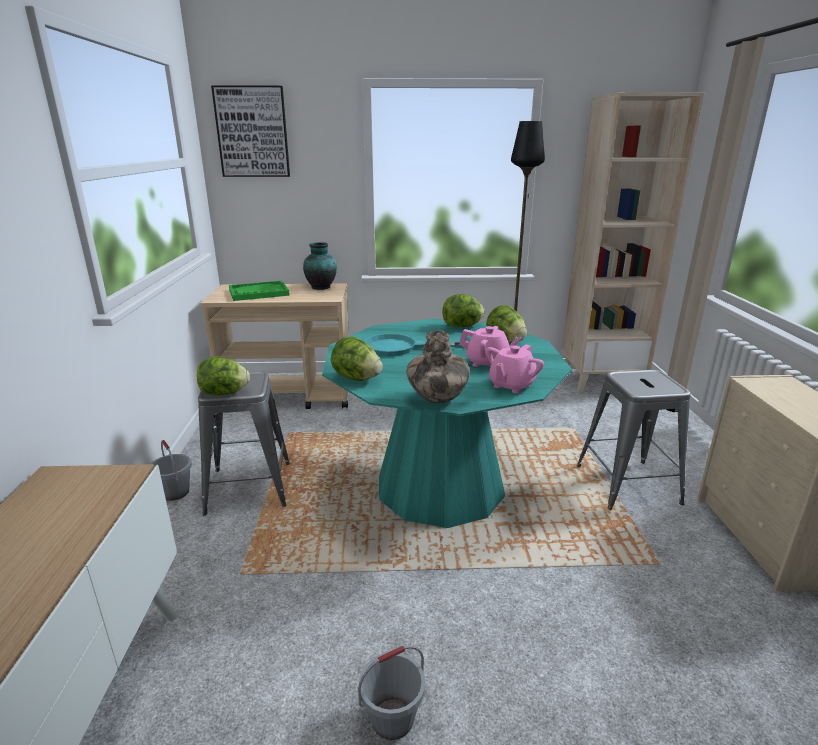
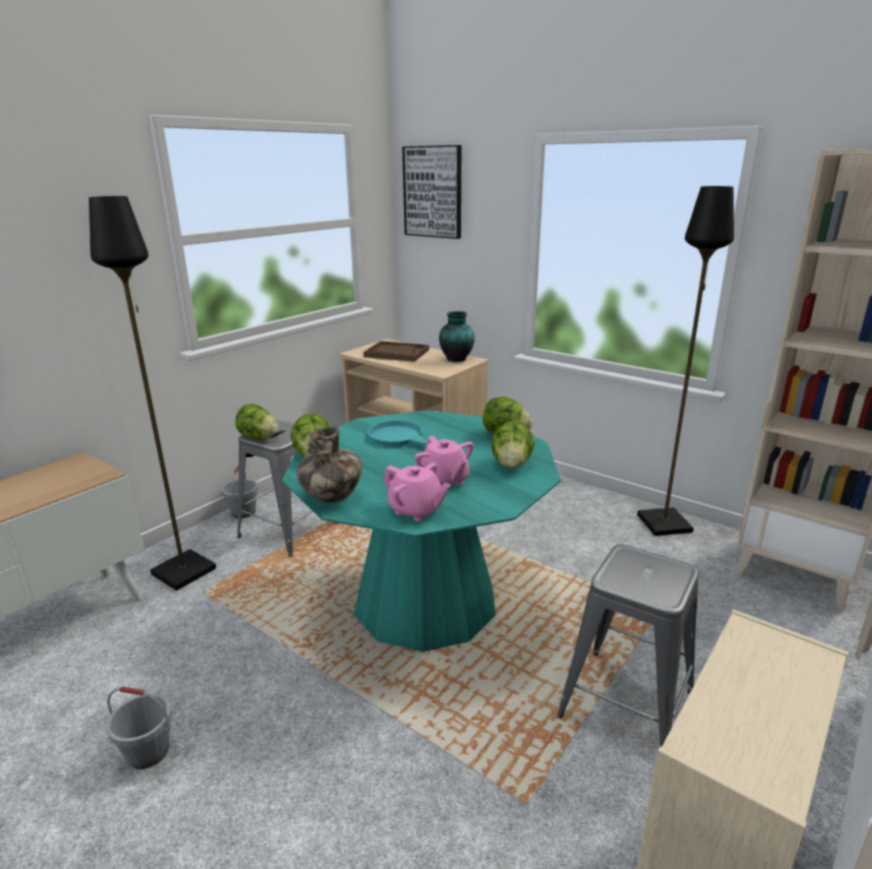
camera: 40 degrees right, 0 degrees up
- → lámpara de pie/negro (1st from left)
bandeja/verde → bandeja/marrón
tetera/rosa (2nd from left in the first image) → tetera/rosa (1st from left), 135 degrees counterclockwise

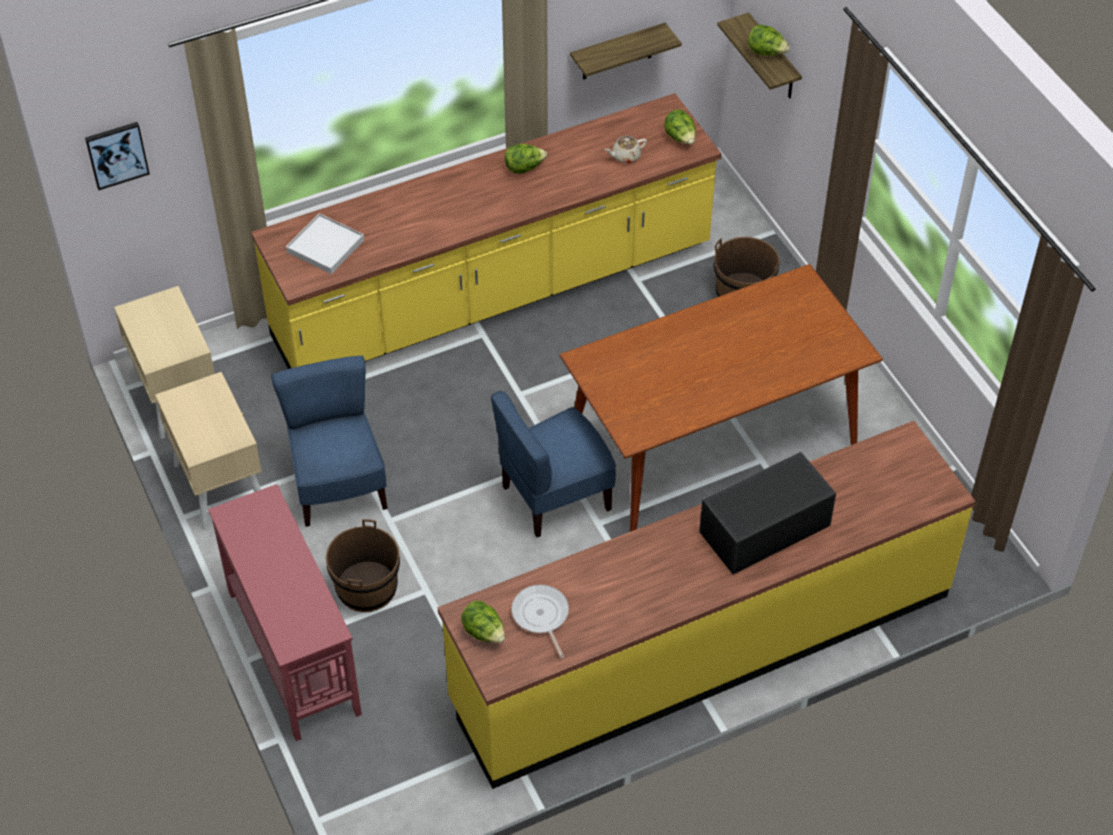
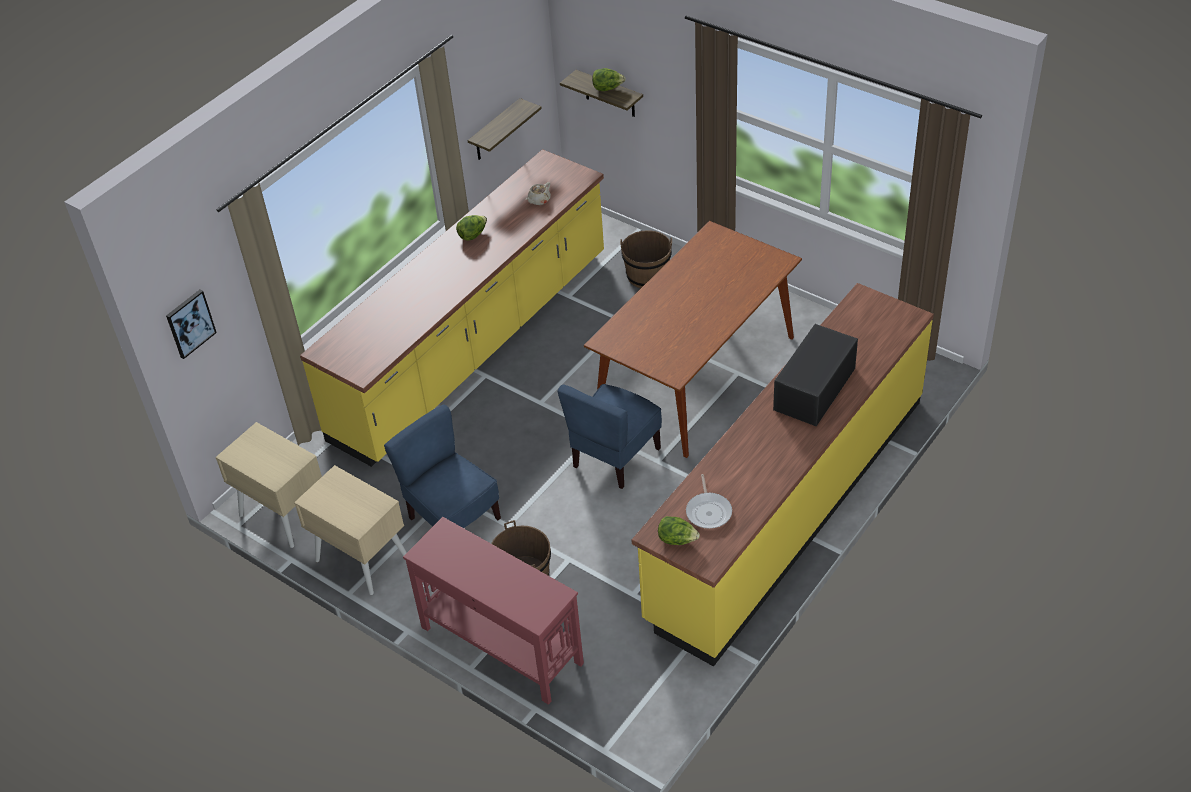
camera: 25 degrees left, 5 degrees down
bandeja/blanco → -
lechuga (3rd from left) → -
sartén, 135 degrees counterclockwise

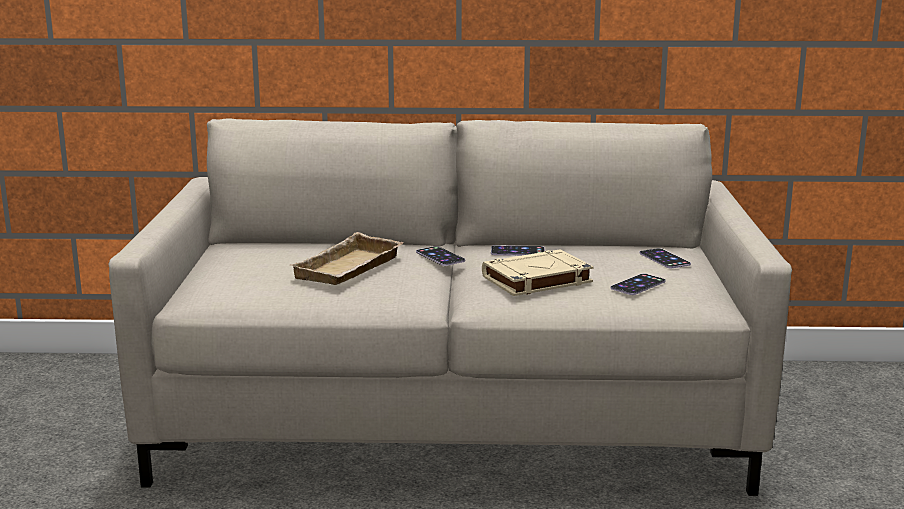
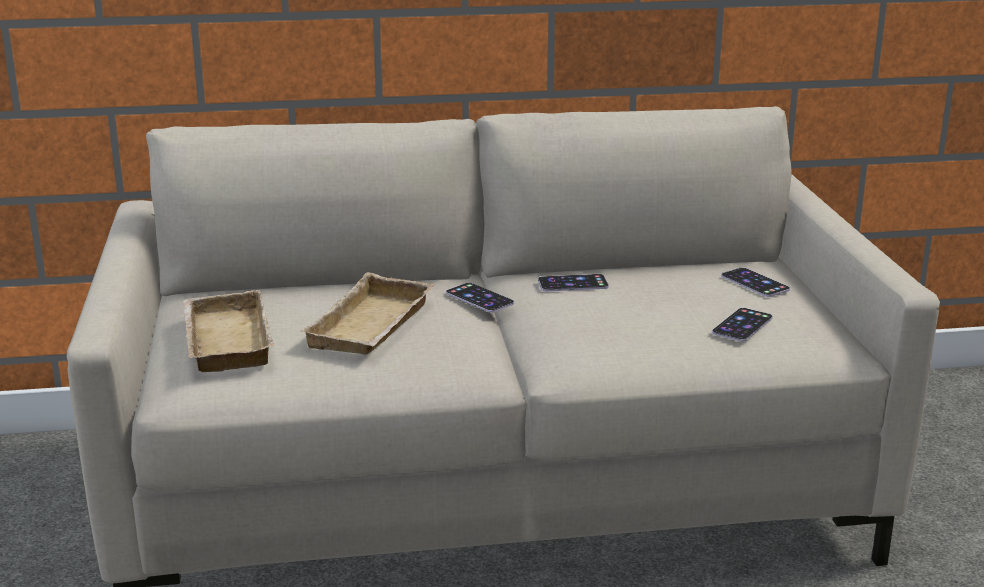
camera: 10 degrees left, 5 degrees up
libro/beis → -
- → bandeja/beis (1st from left)

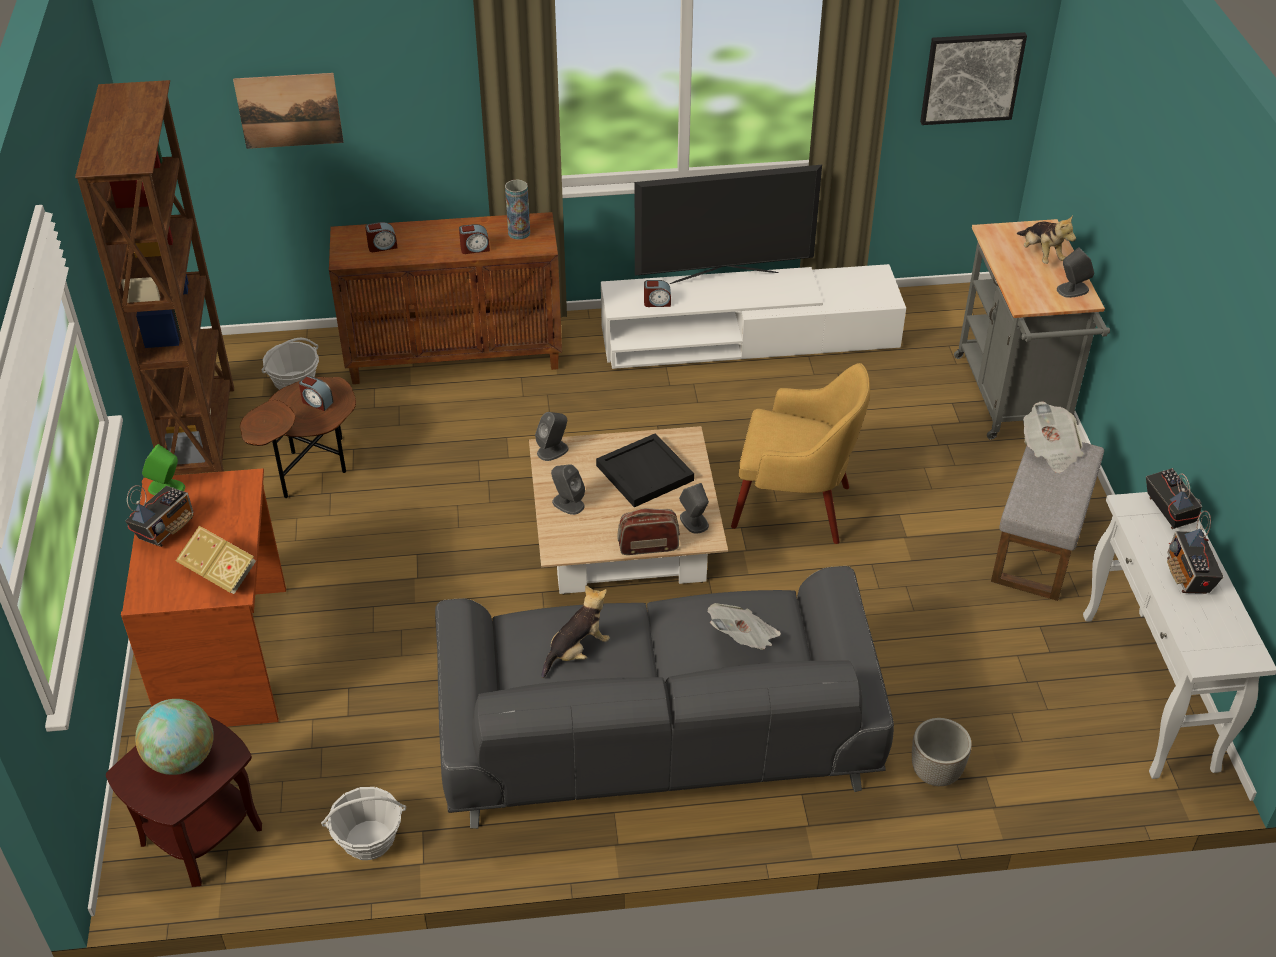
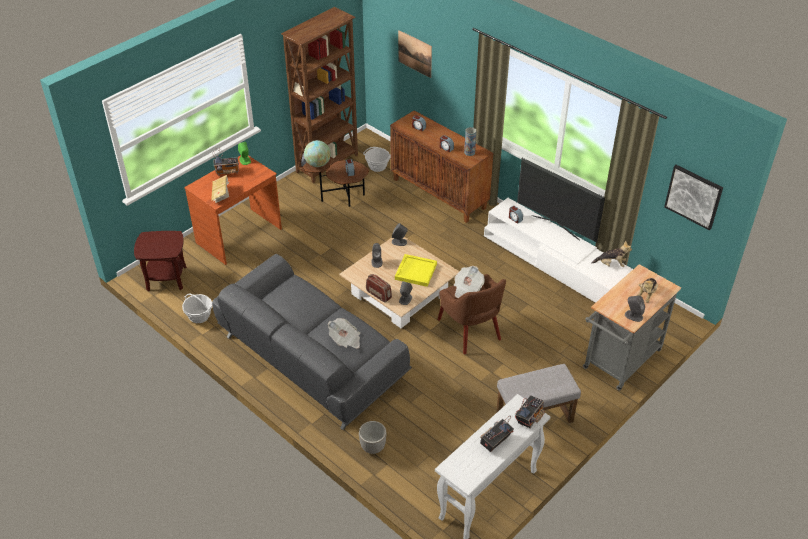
camera: 50 degrees right, 0 degrees up
globo terráqueo, moved
peluche (1st from left), moved
periódico (2nd from left), moved
bandeja/negro → bandeja/amarillo
sillón/amarillo → sillón/marrón

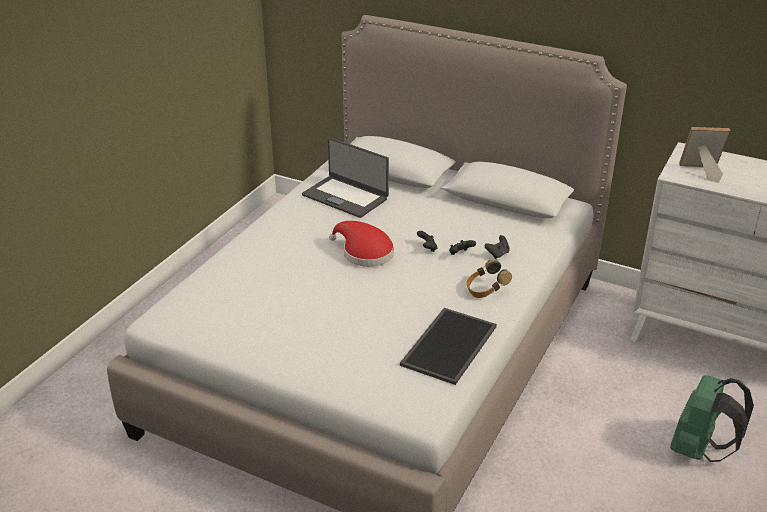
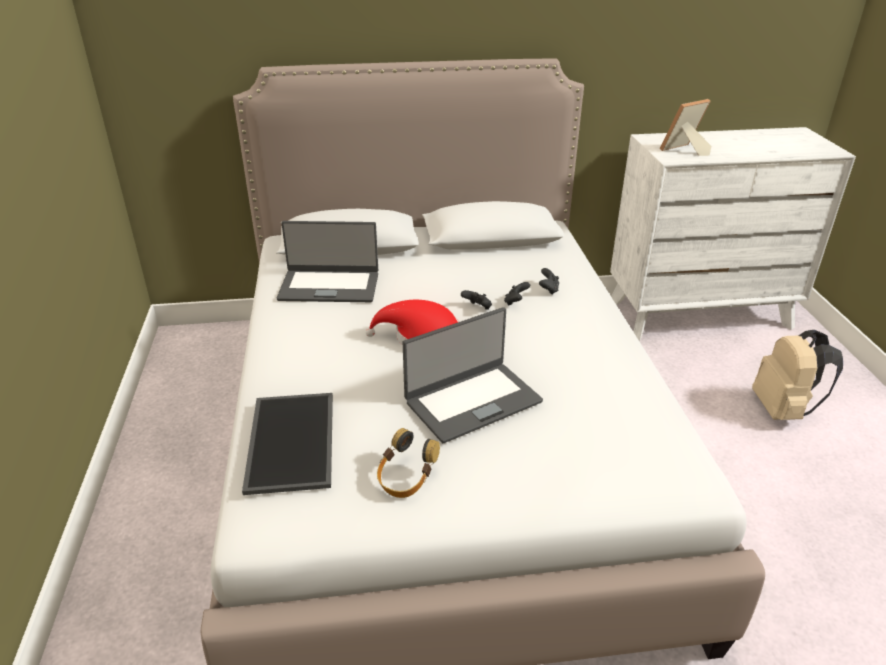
camera: 35 degrees left, 0 degrees up
- → portátil (2nd from left)
bandeja, moved
auriculares, moved
mochila/verde → mochila/beis

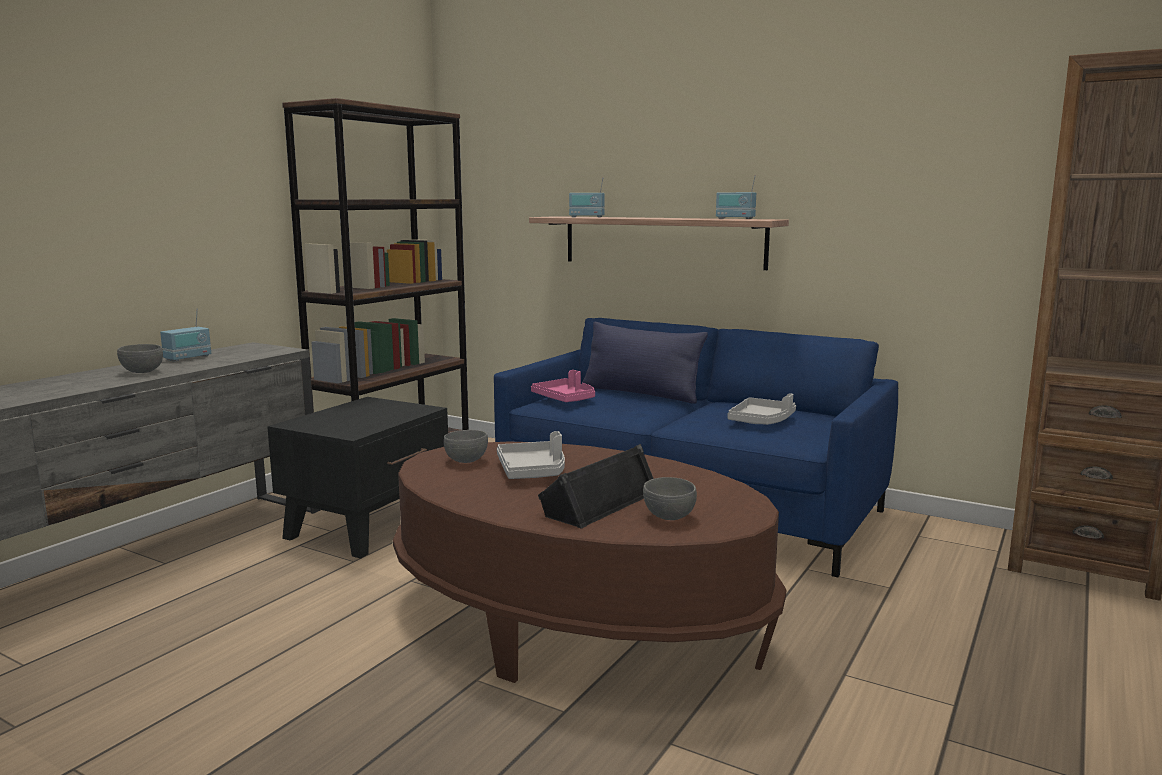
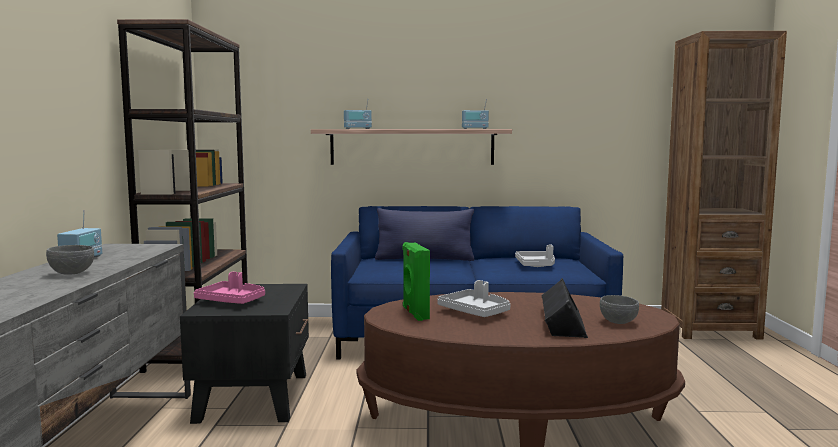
camera: 30 degrees left, 5 degrees down
bandeja/rosa, moved
cuenco/gris (2nd from left) → altavoz/verde

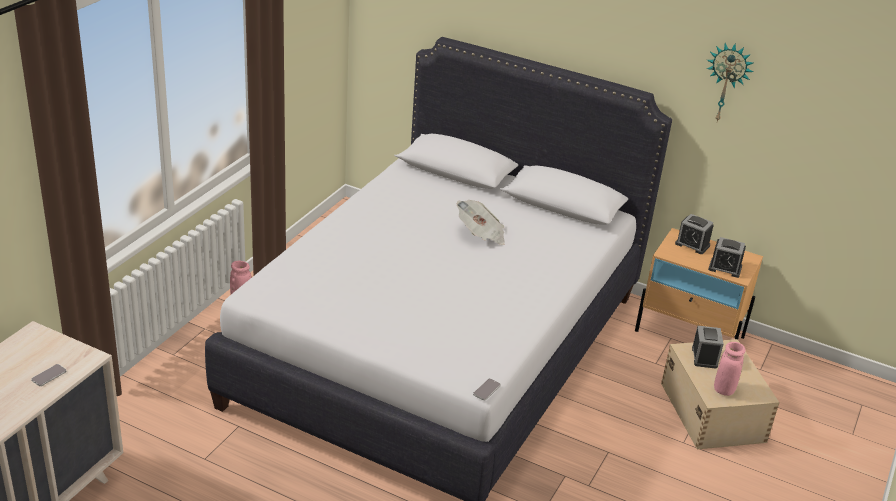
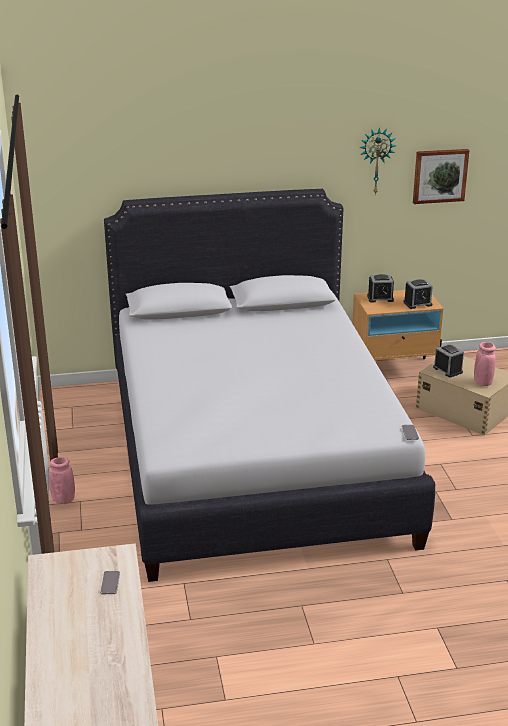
camera: 35 degrees left, 5 degrees down
periódico → -
- → cuadro

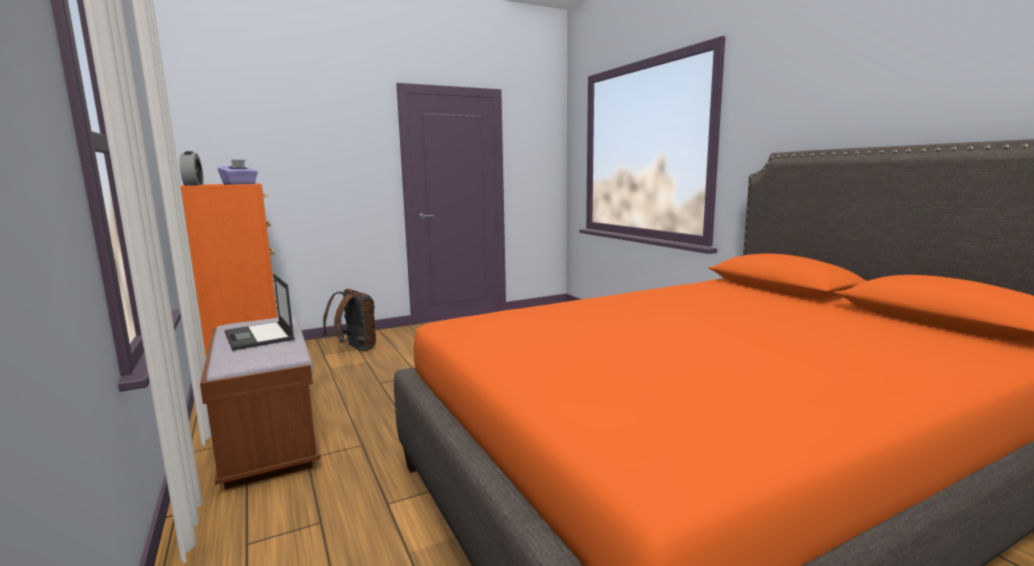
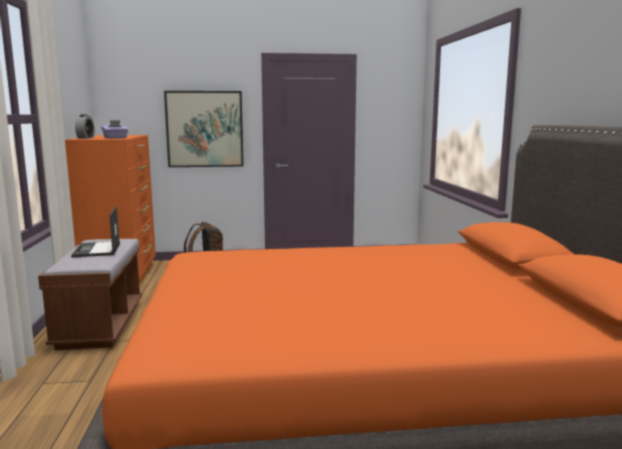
camera: 20 degrees right, 0 degrees up
- → cuadro

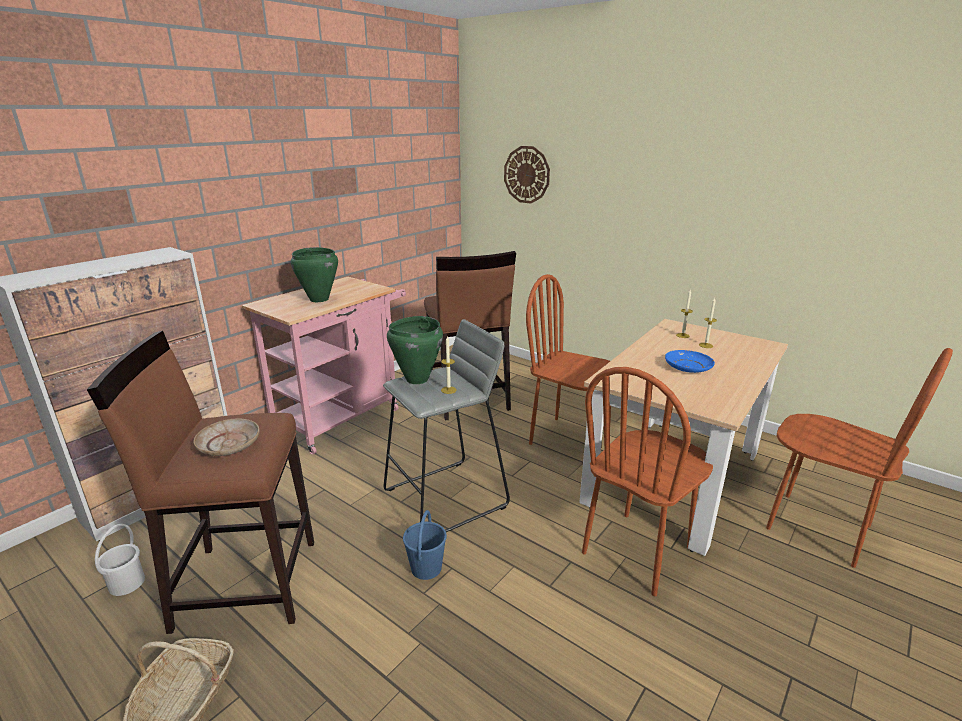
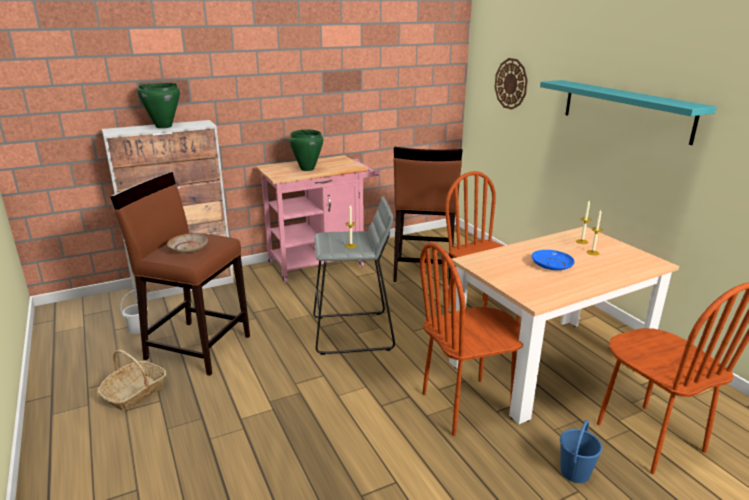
camera: 25 degrees right, 0 degrees up
- → estante/turquesa
olla/verde (2nd from left in the first image) → olla/verde (1st from left), moved
cubo/azul, moved

